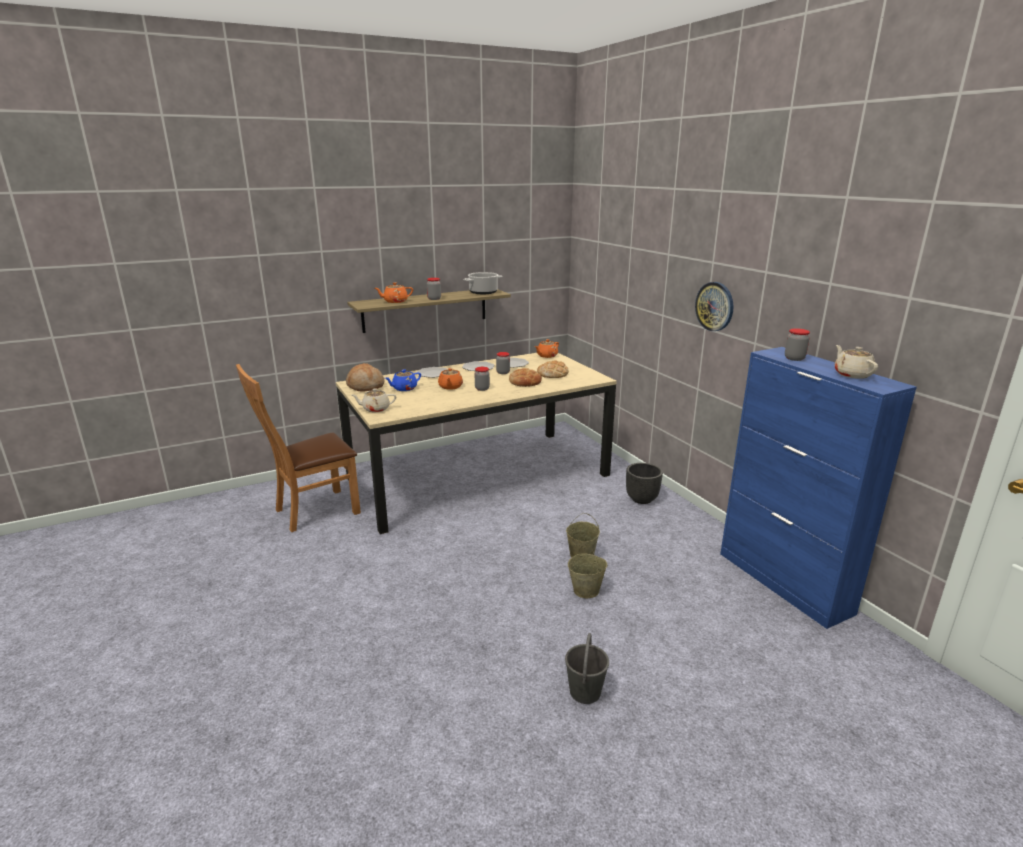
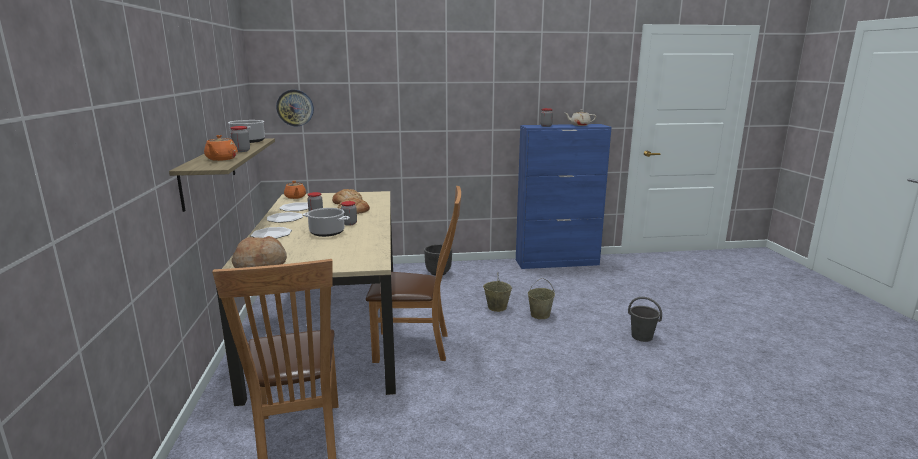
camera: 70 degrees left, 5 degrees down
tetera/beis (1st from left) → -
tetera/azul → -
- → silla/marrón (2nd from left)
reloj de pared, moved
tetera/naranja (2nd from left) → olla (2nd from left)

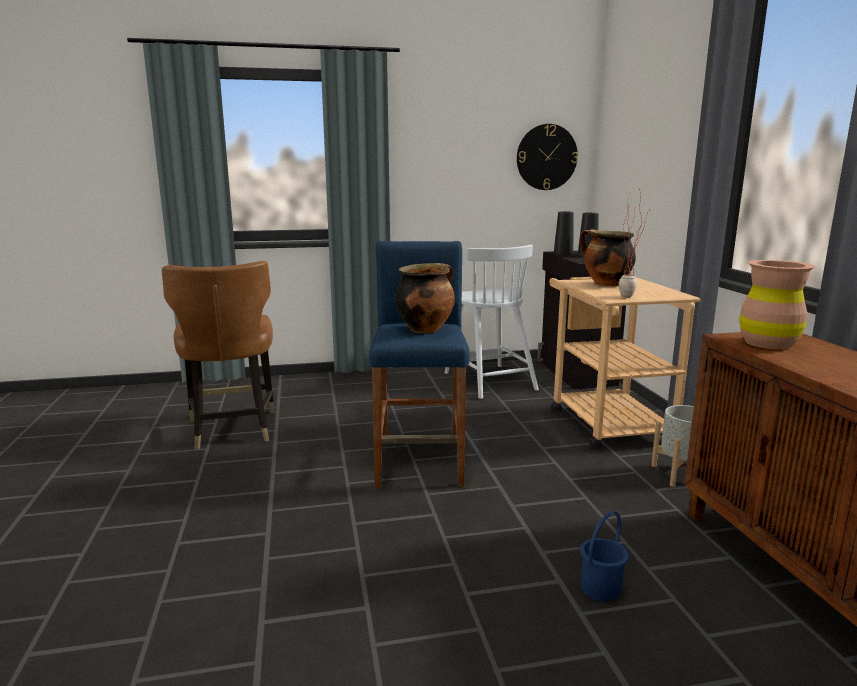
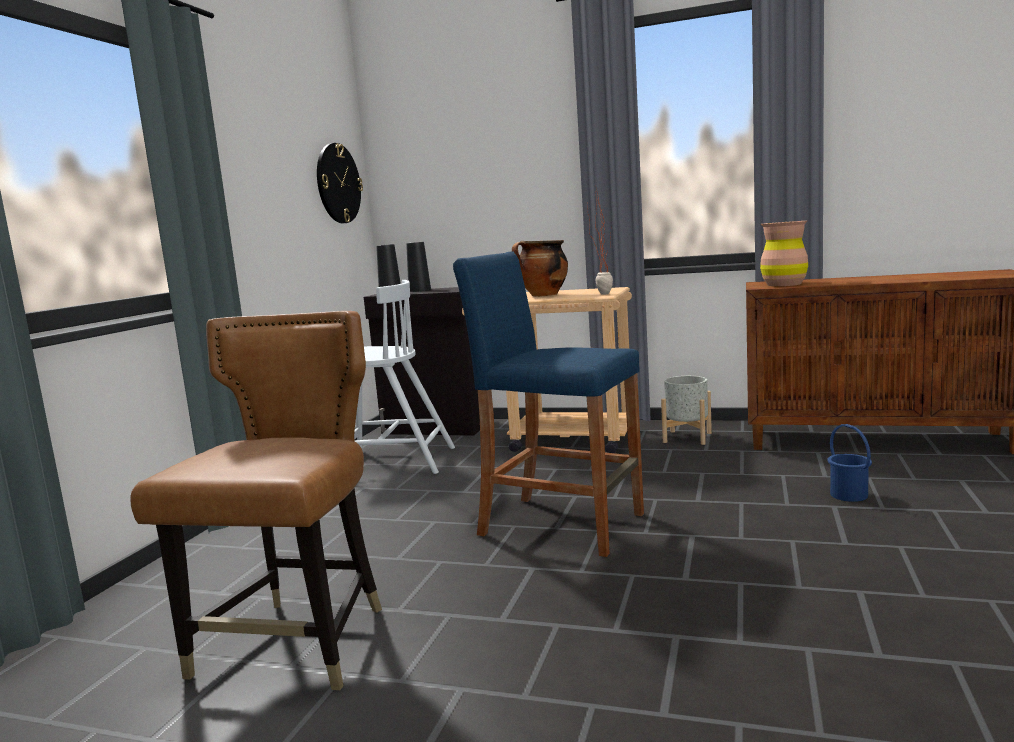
camera: 60 degrees left, 5 degrees down
olla (1st from left) → -
silla/marrón, 90 degrees counterclockwise

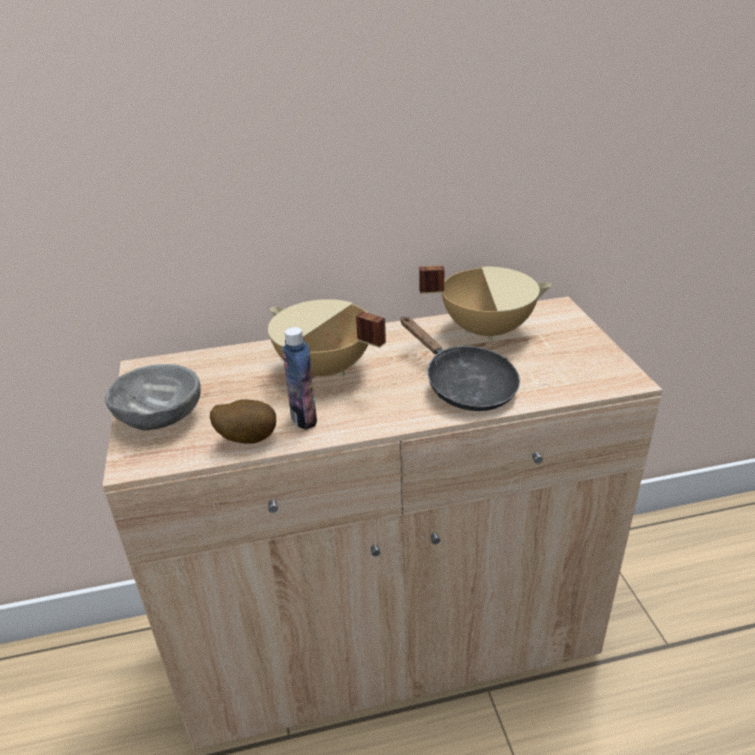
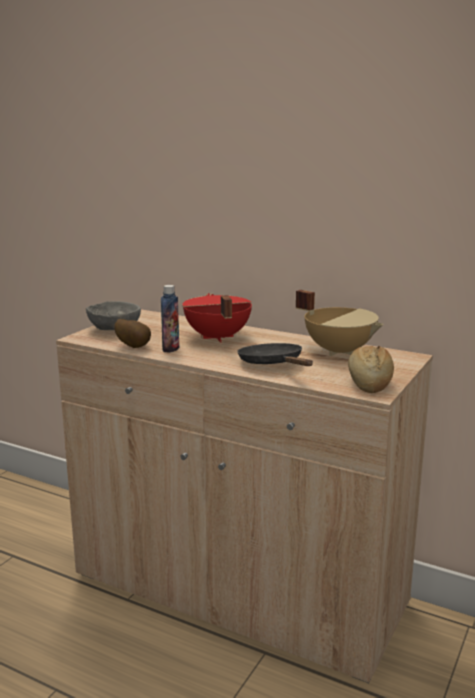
camera: 40 degrees right, 15 degrees down
- → pan
olla/beis (1st from left) → olla/rojo
sartén/negro, 150 degrees clockwise

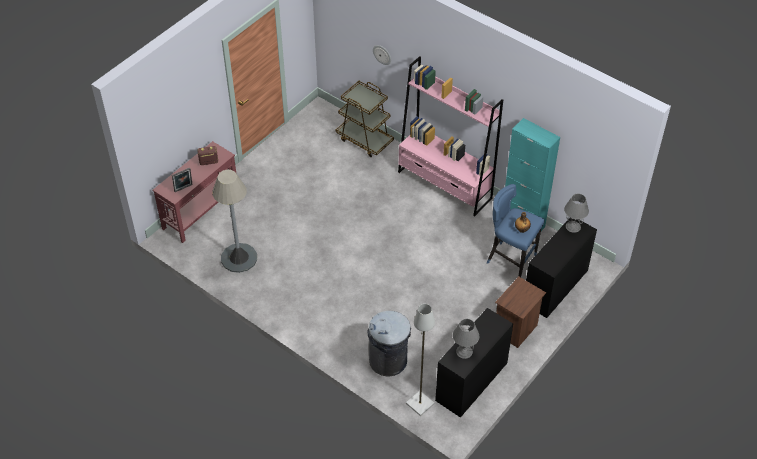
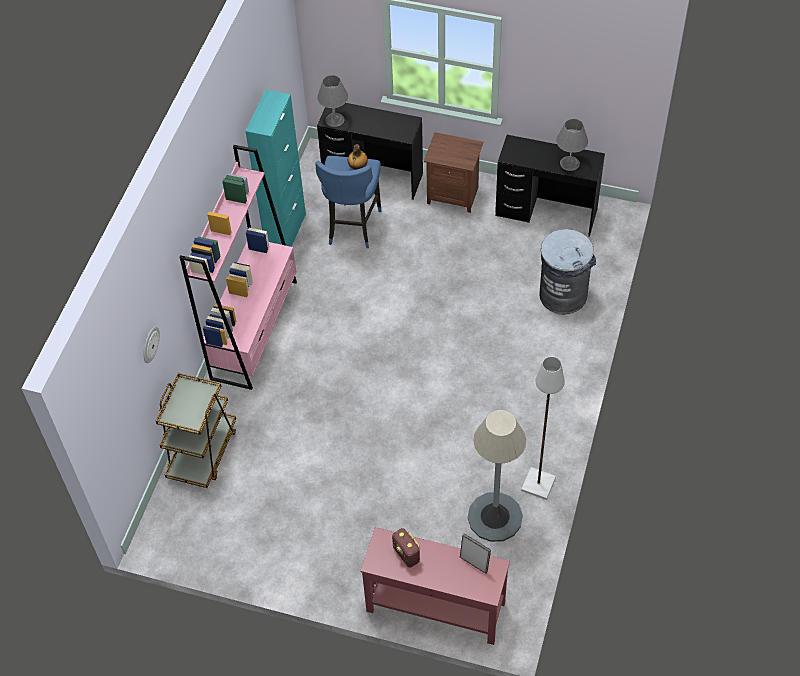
camera: 110 degrees left, 5 degrees up
lámpara de pie/gris (2nd from left), moved

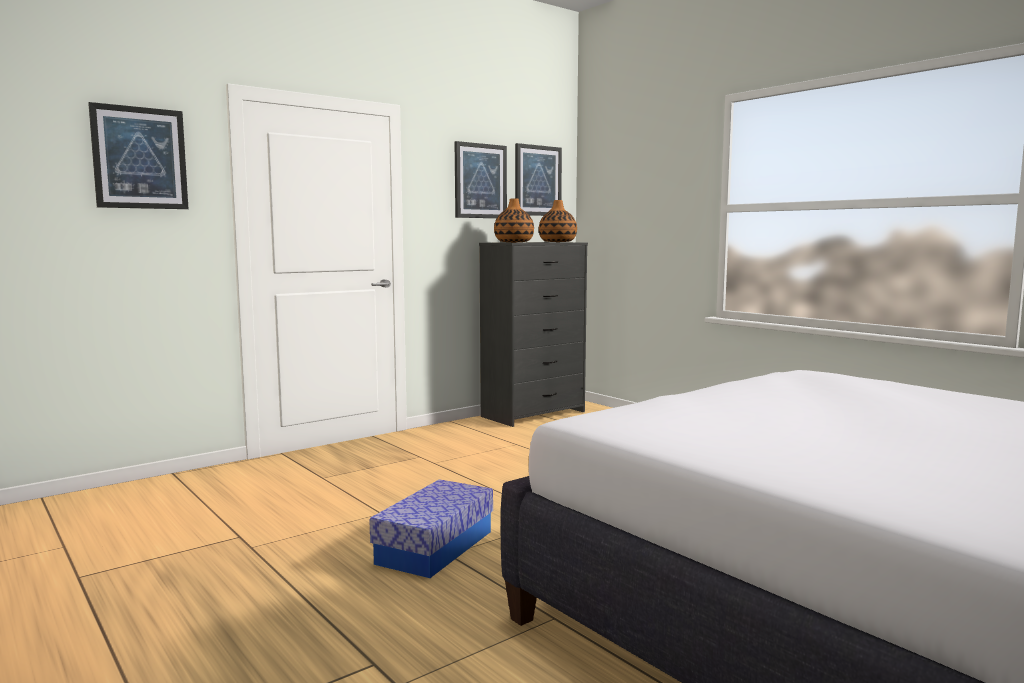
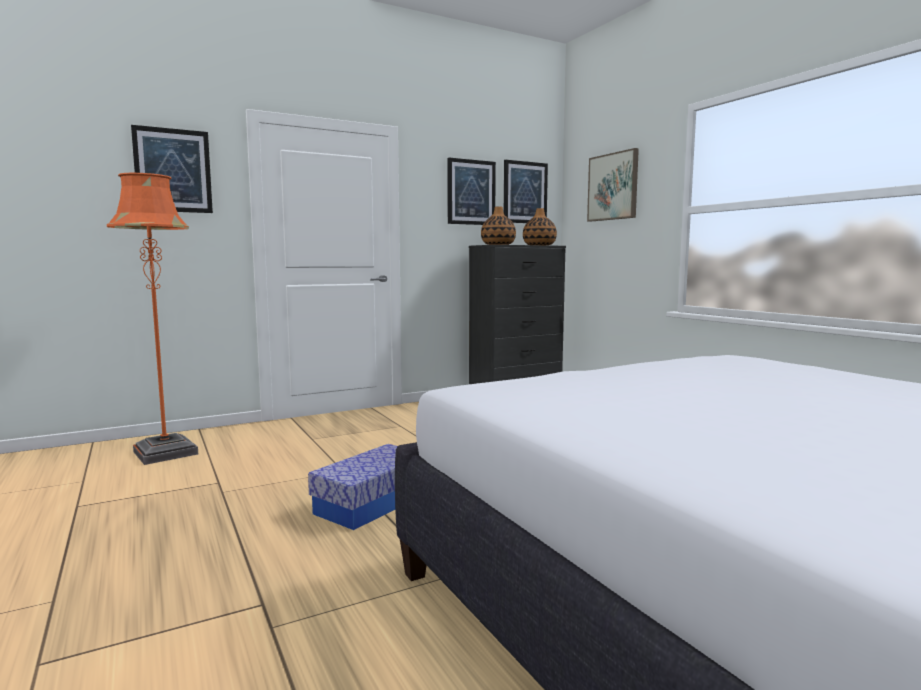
camera: 10 degrees right, 0 degrees up
- → lámpara de pie/naranja
- → cuadro (4th from left)

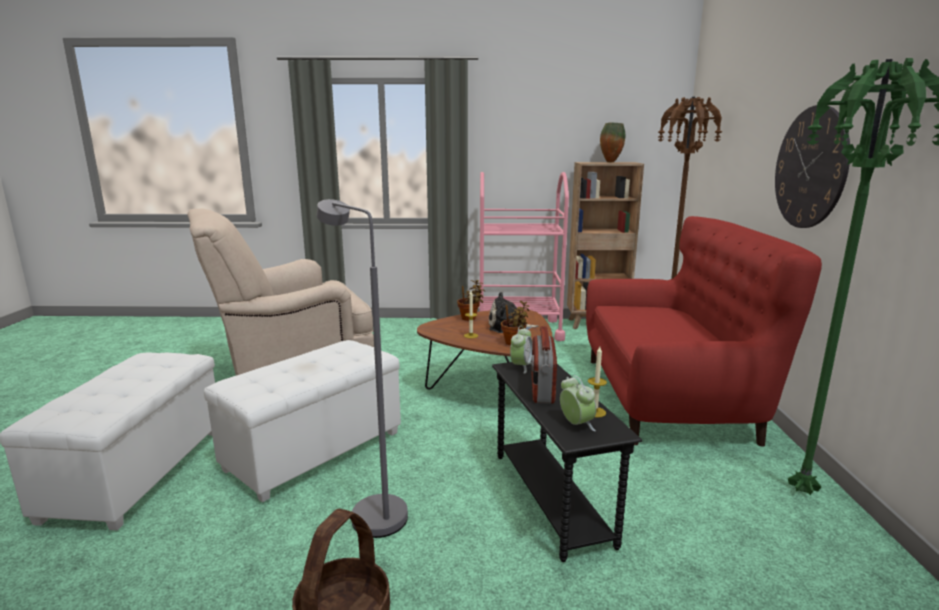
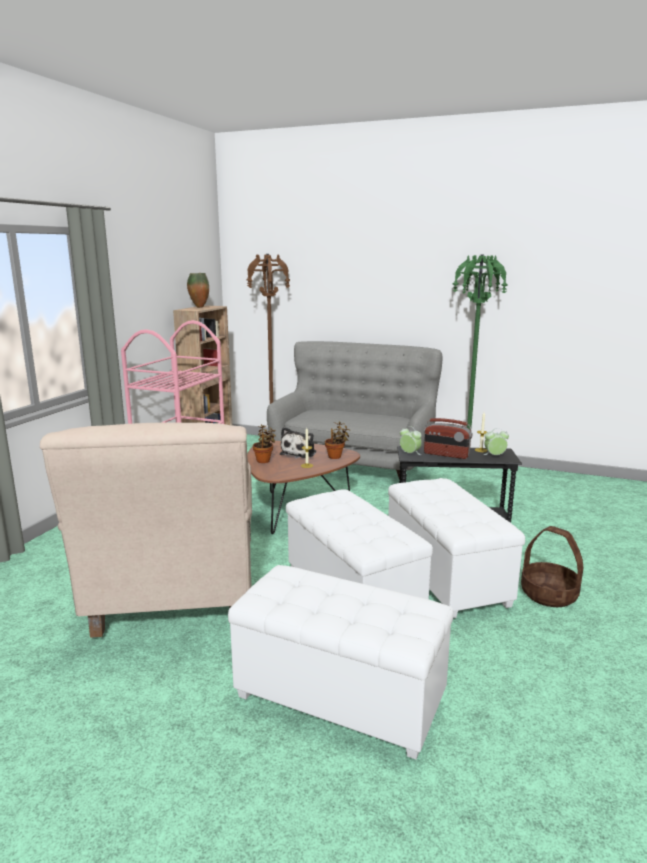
camera: 70 degrees left, 0 degrees up
reloj de pared → -
lámpara de pie/gris → puf/blanco (3rd from left)
sofá/rojo → sofá/gris

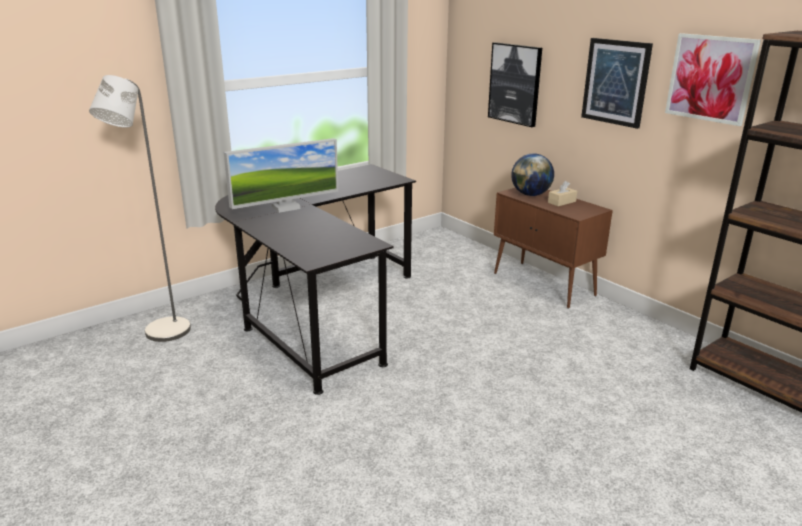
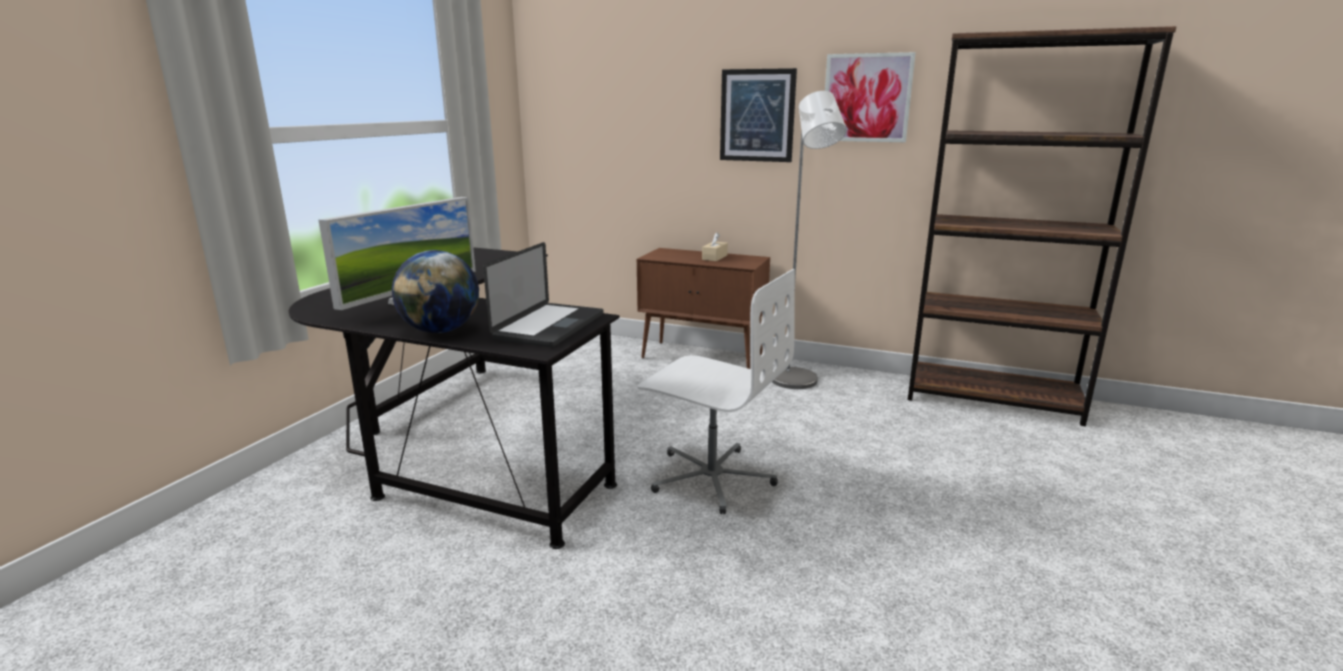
camera: 30 degrees left, 5 degrees down
cuadro (1st from left) → -
- → portátil
- → silla de oficina/blanco
lámpara de pie/gris, moved
globo terráqueo, moved

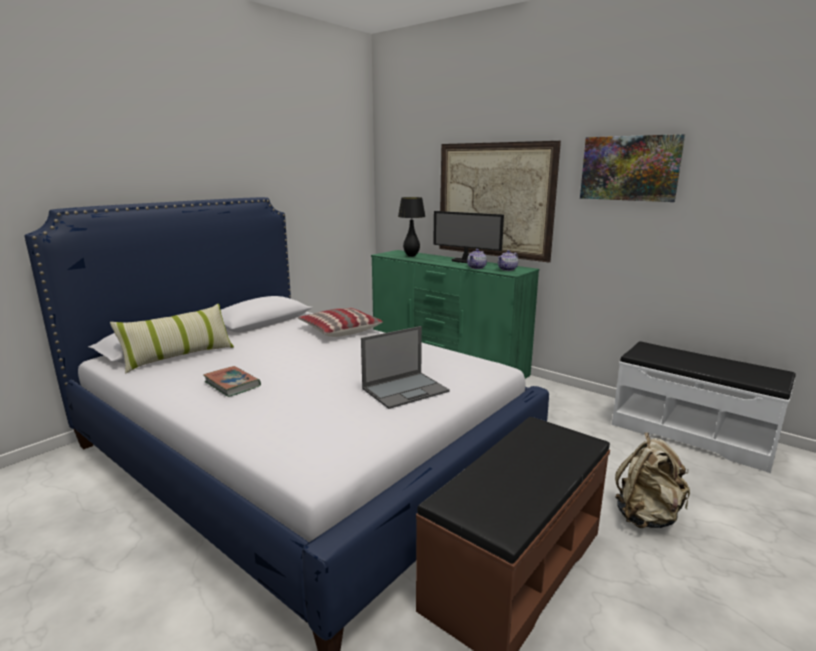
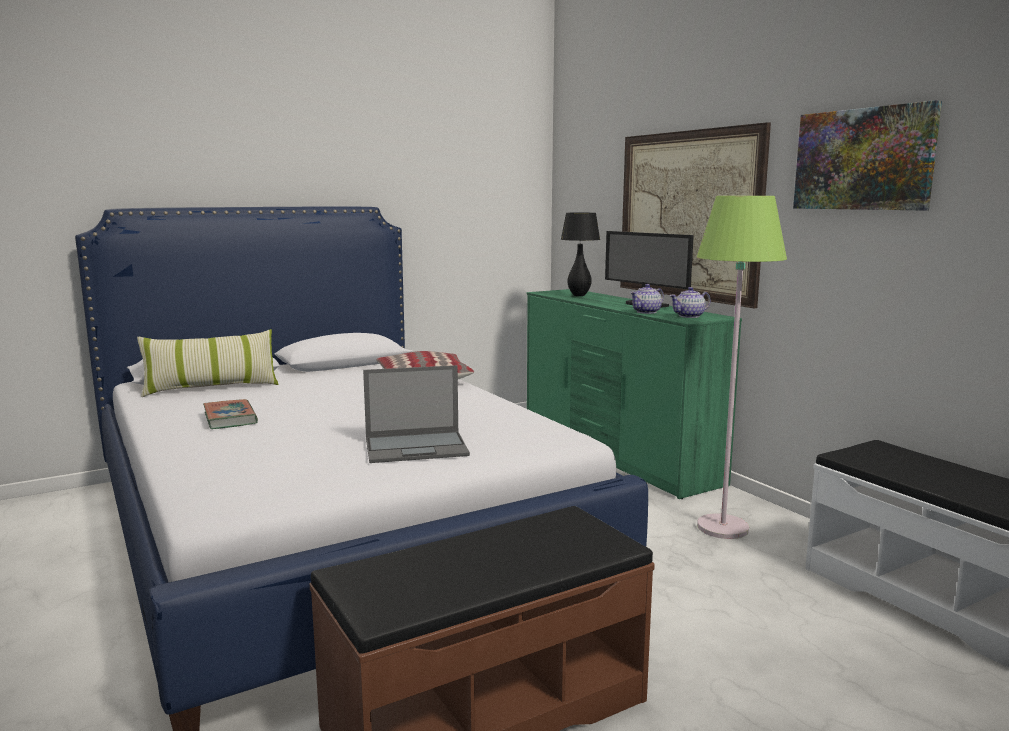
camera: 20 degrees right, 5 degrees down
mochila/beis → -
- → lámpara de pie/verde

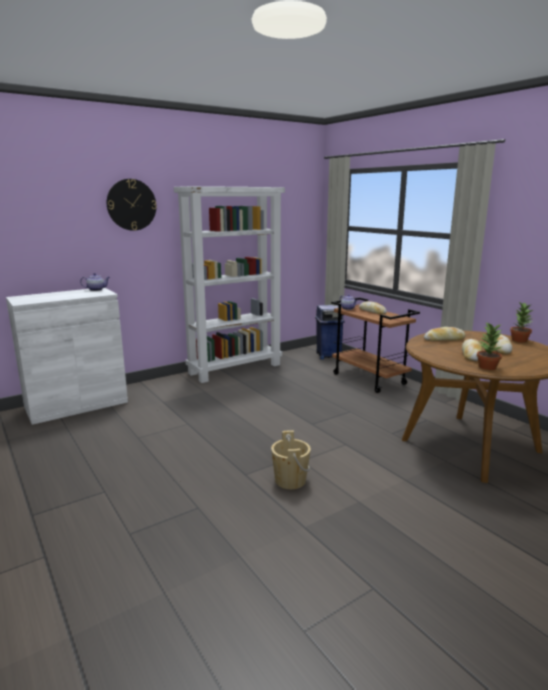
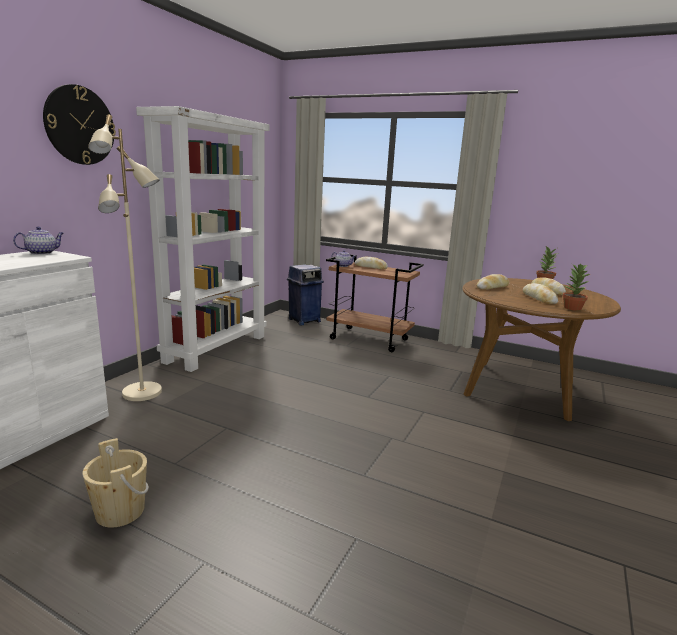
camera: 30 degrees left, 0 degrees up
- → lámpara de pie/beis
cubo/beis, moved

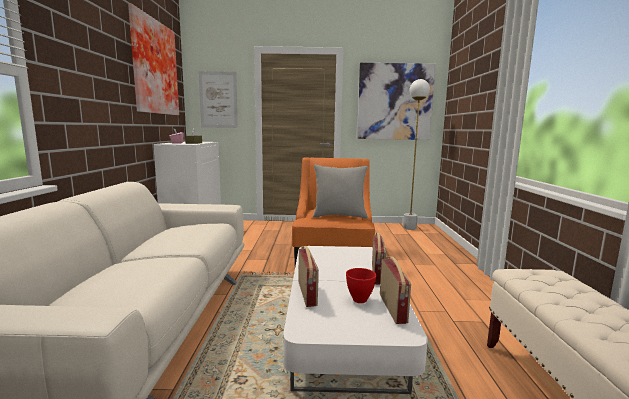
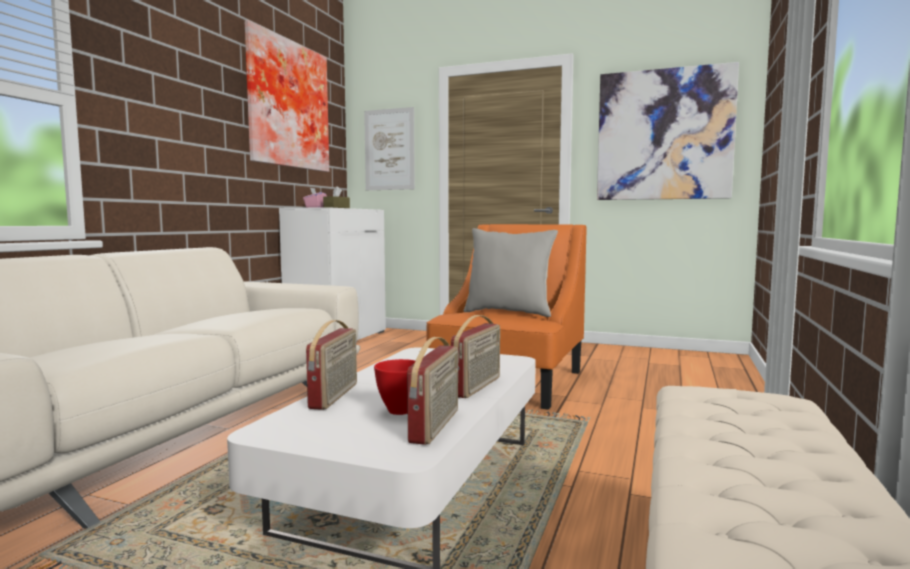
camera: 20 degrees right, 5 degrees down
lámpara de pie/blanco → -

